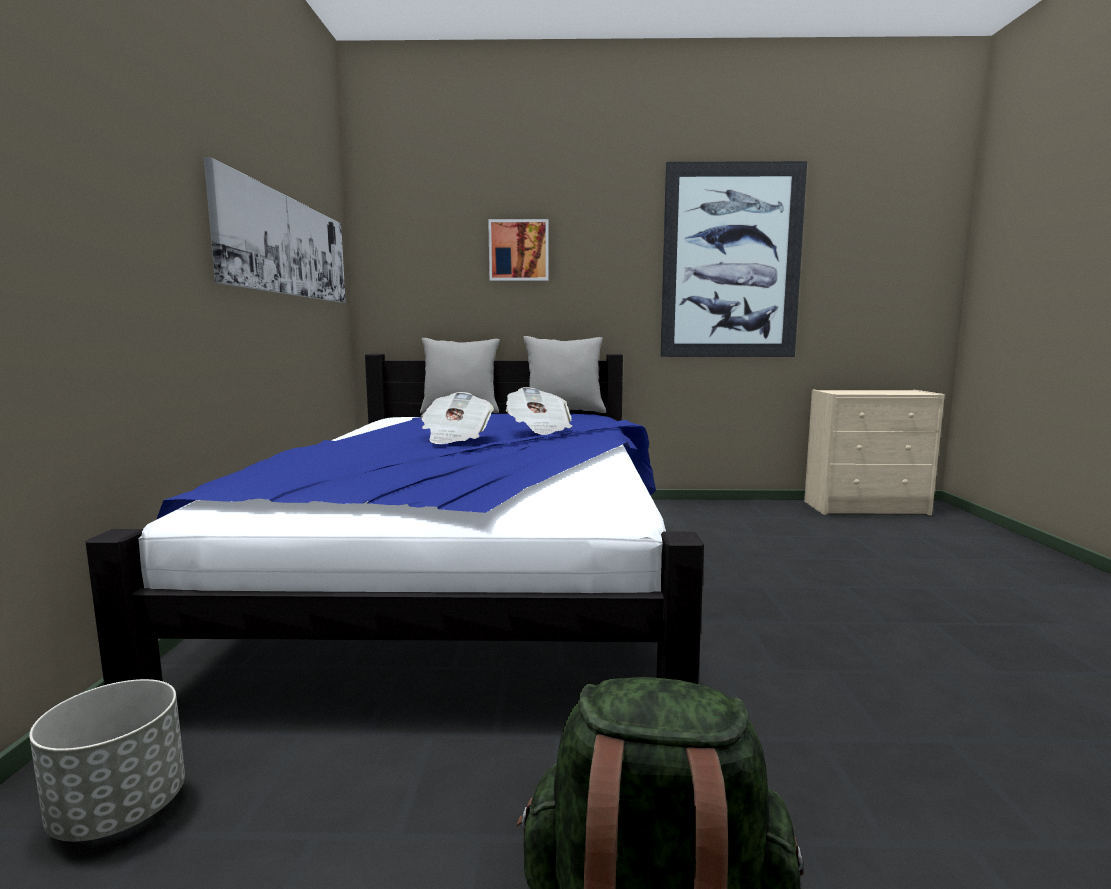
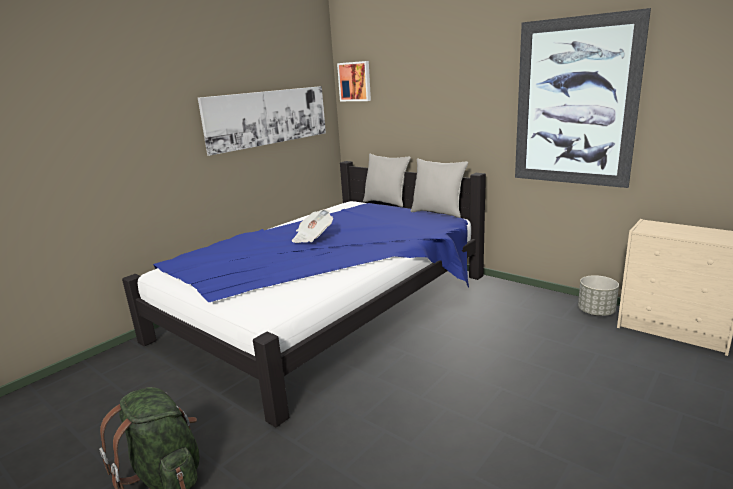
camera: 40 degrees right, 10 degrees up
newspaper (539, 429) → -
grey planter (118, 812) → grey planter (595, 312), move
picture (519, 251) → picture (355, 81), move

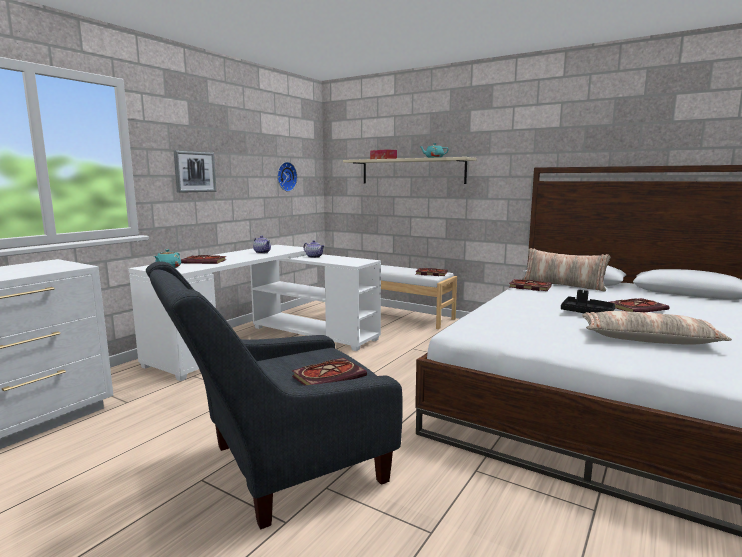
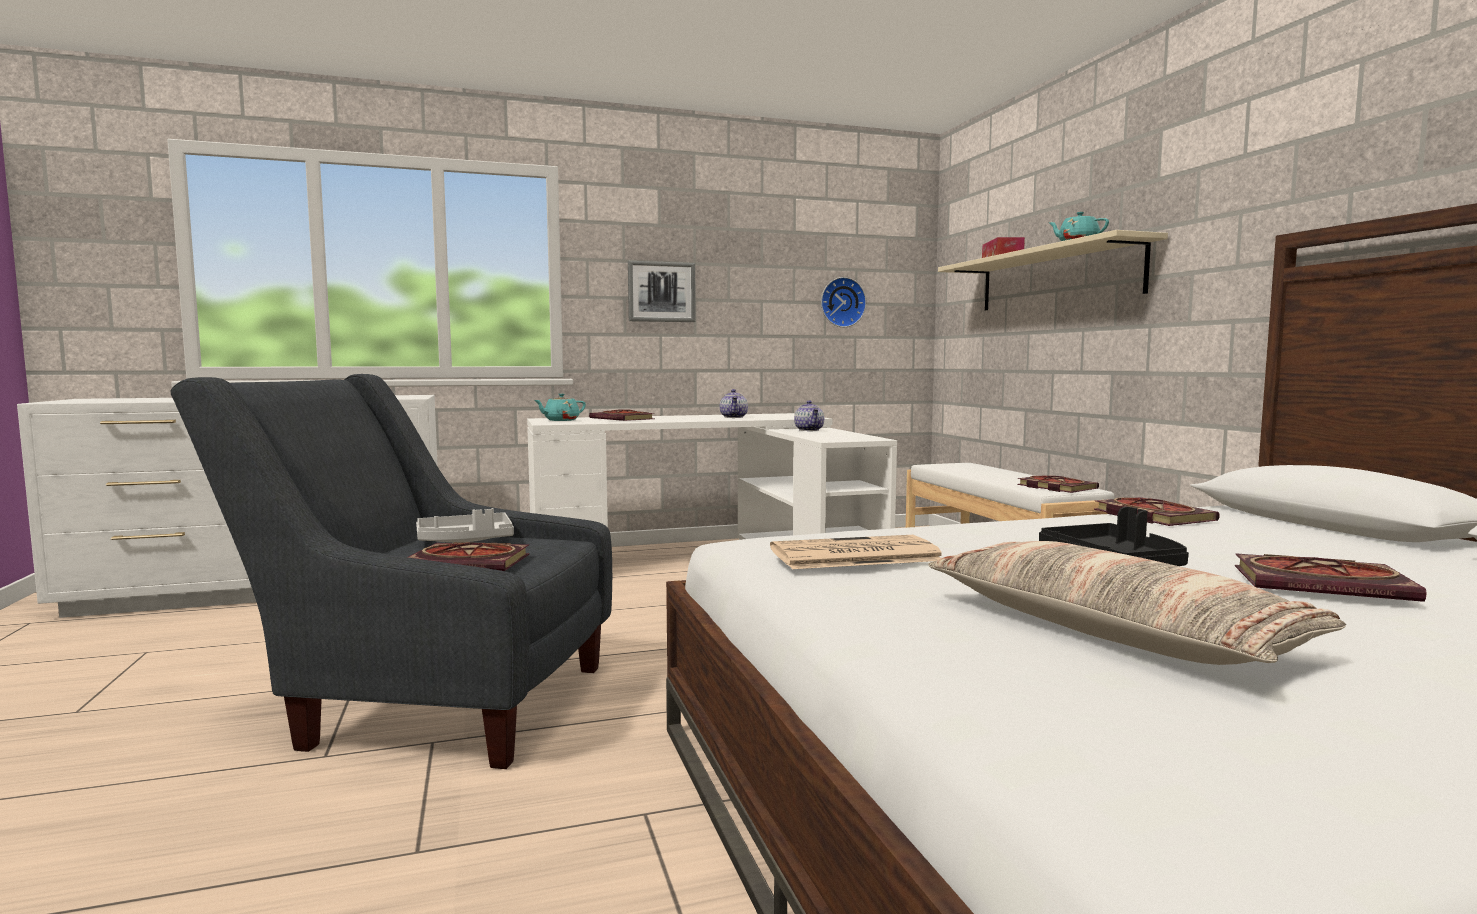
camera: 40 degrees right, 5 degrees down
pillow (563, 285) → -
- → grey tray (466, 541)
- → newspaper (852, 555)

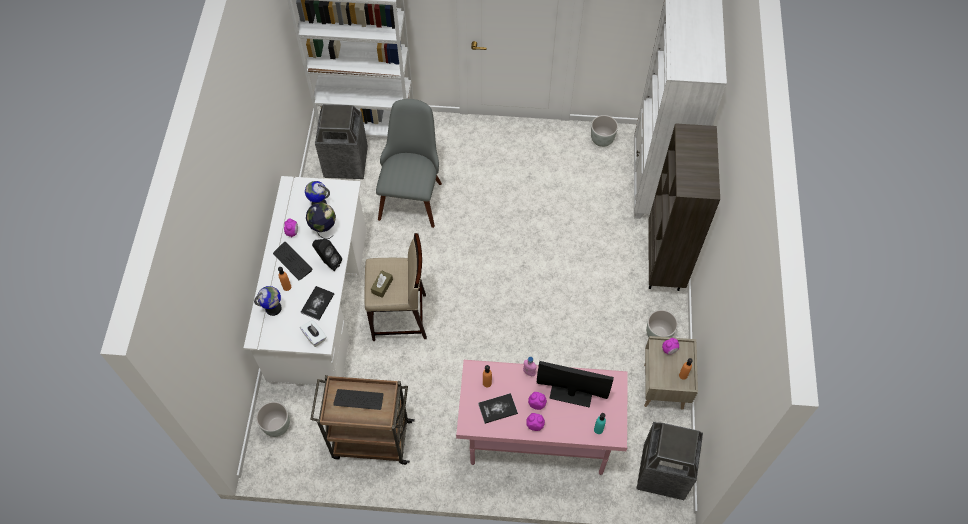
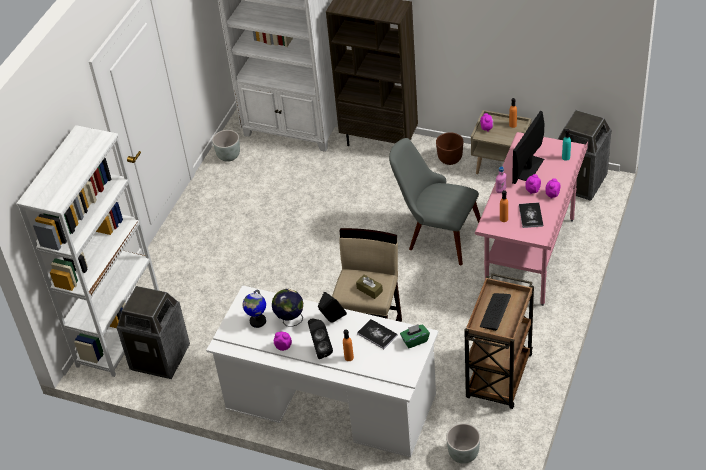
camera: 70 degrees left, 15 degrees down
globe (273, 308) → -
grey chair (412, 193) → grey chair (436, 235), move
keyboard (292, 261) → black speaker (320, 350)
white tissue box (315, 336) → green tissue box (415, 340)
grey planter (658, 334) → brown planter (450, 159)

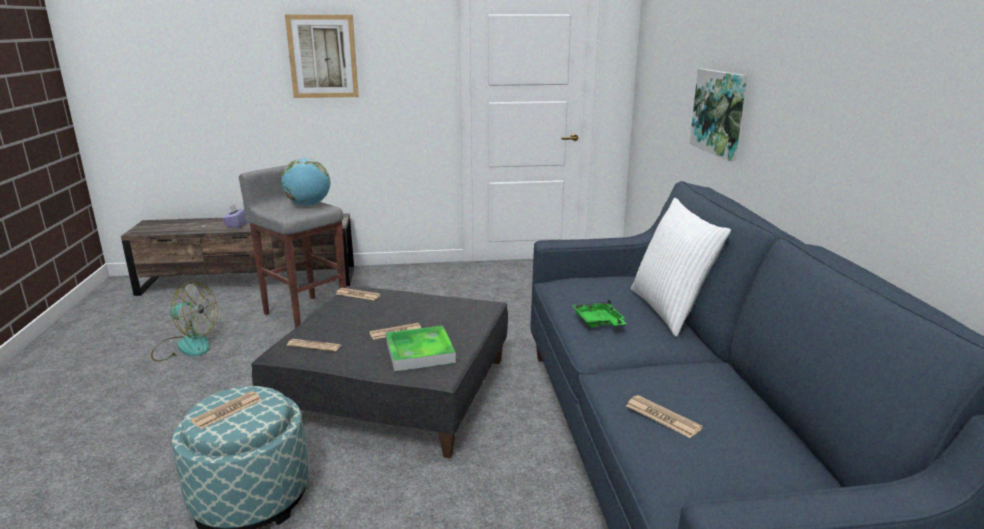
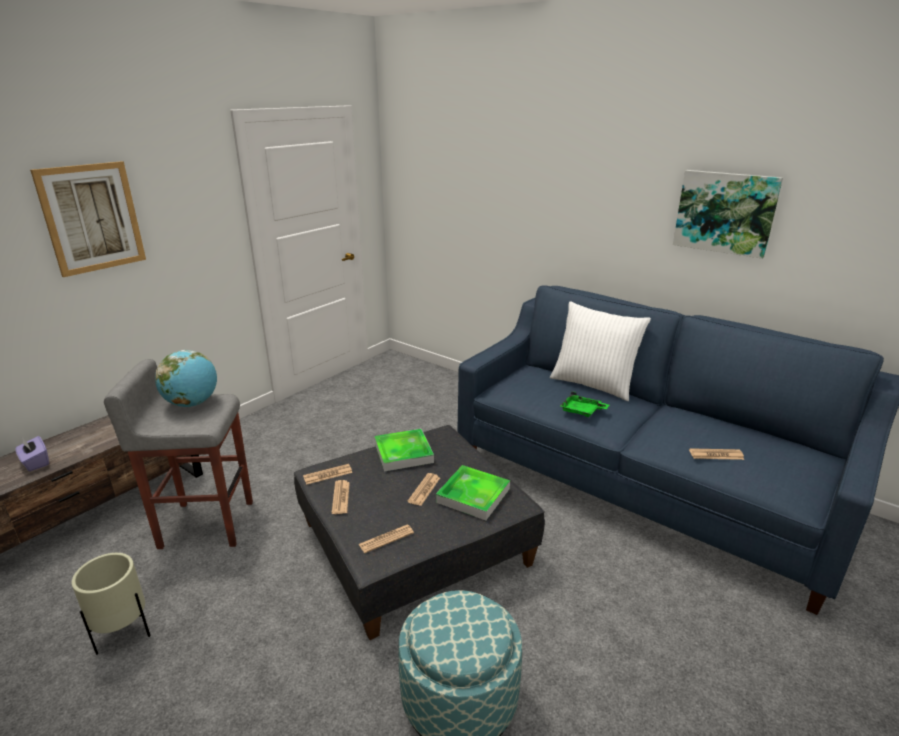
camera: 45 degrees left, 5 degrees up
- → tray (403, 453)
newspaper (227, 410) → newspaper (340, 497), move
picture (719, 112) → picture (725, 212), move
fan (185, 346) → beige planter (124, 635)

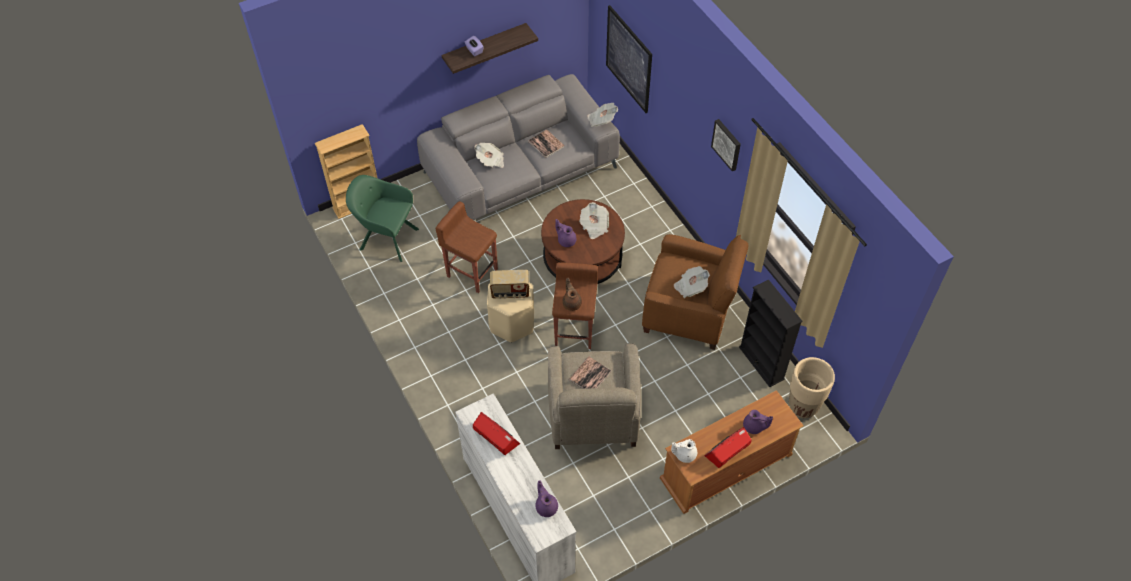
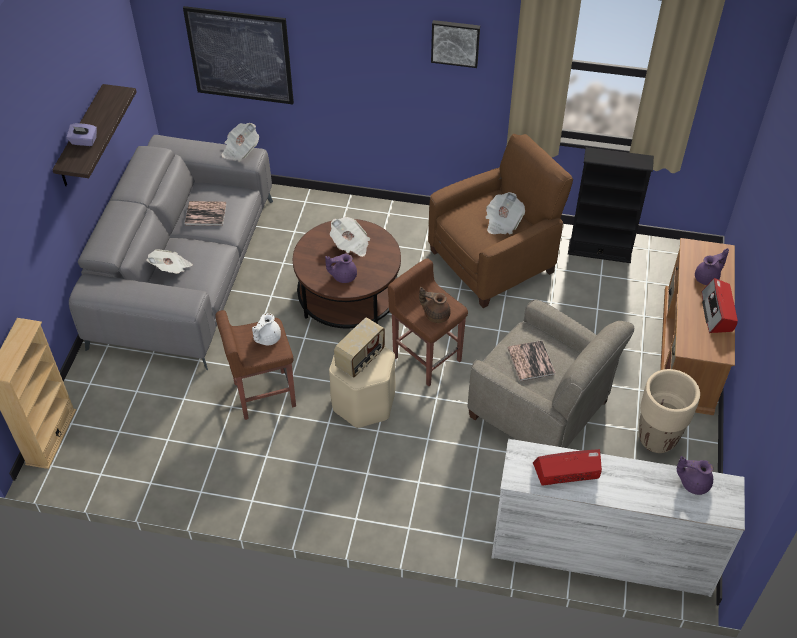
camera: 50 degrees left, 5 degrees down
green armchair (386, 238) → -
white teapot (684, 454) → white teapot (267, 338), move
beige planter (803, 406) → beige planter (657, 439), move

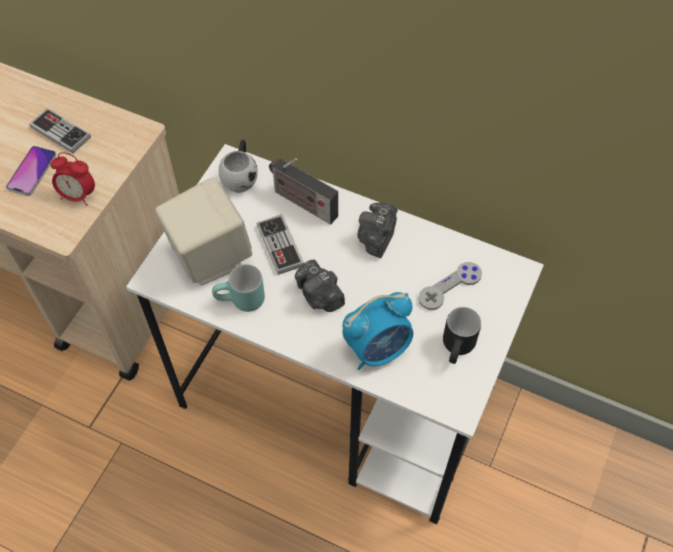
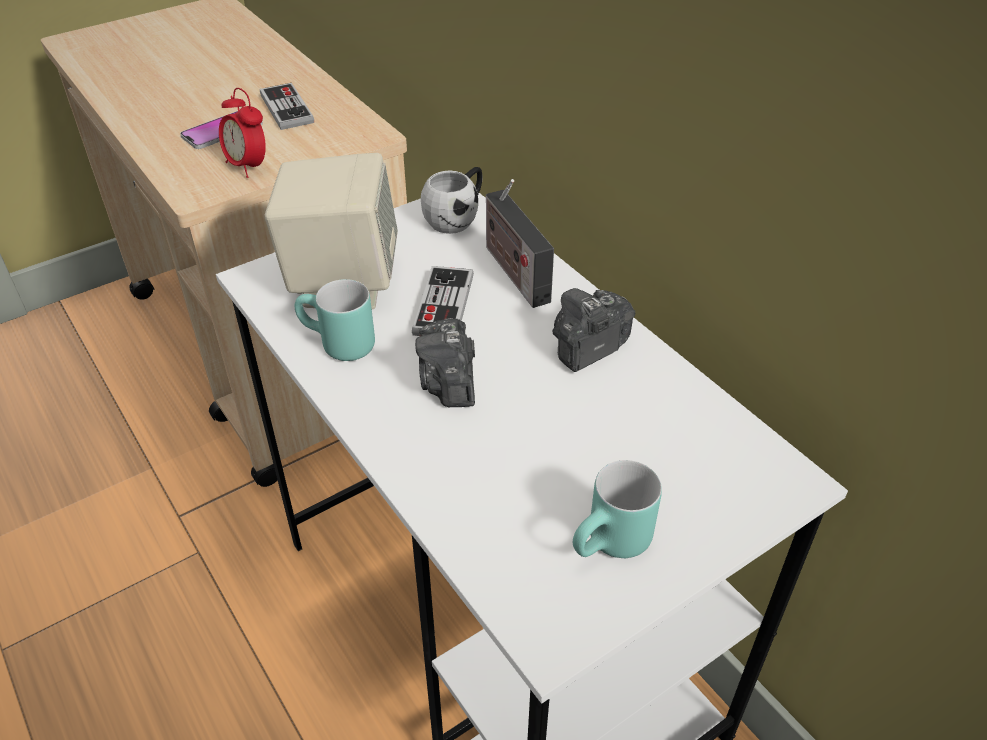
camera: 30 degrees right, 15 degrees down
alarm clock (378, 349) → -
grey game controller (450, 287) → -
black mug (459, 349) → turquoise mug (613, 547)

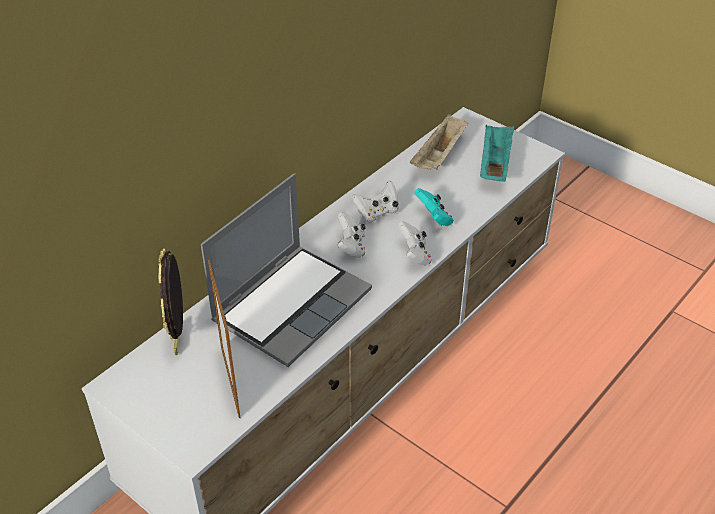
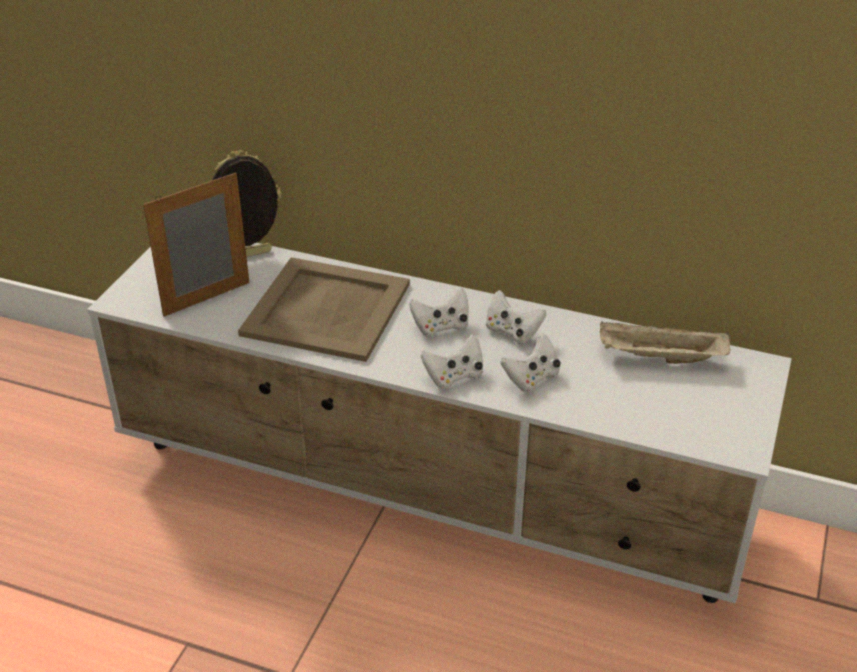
camera: 70 degrees right, 5 degrees down
turquoise tray (494, 164) → -
laptop (292, 304) → beige tray (328, 309)
turquoise game controller (434, 218) → white game controller (531, 378)

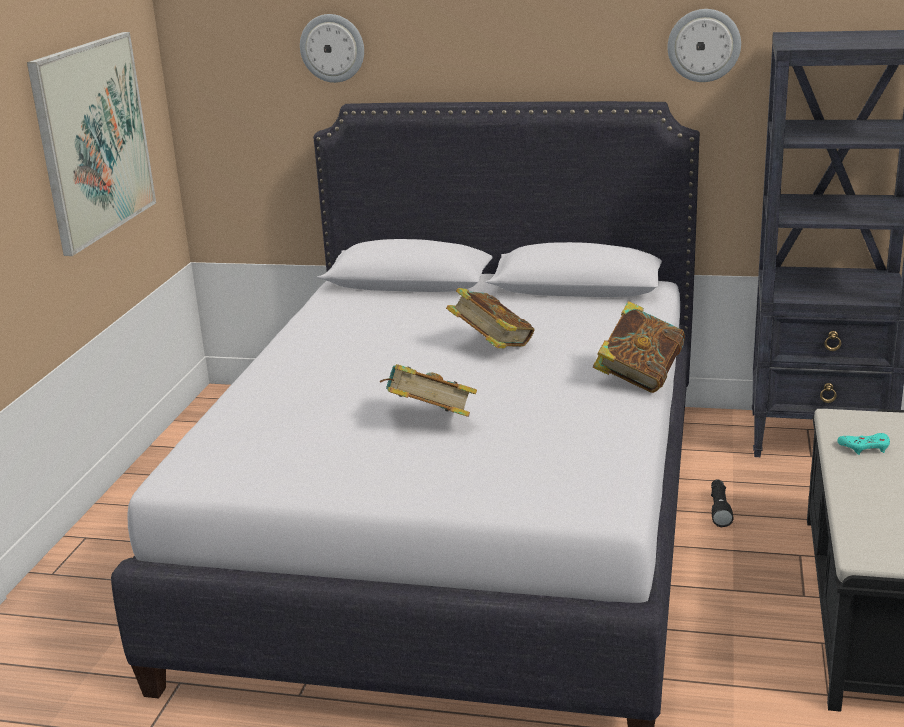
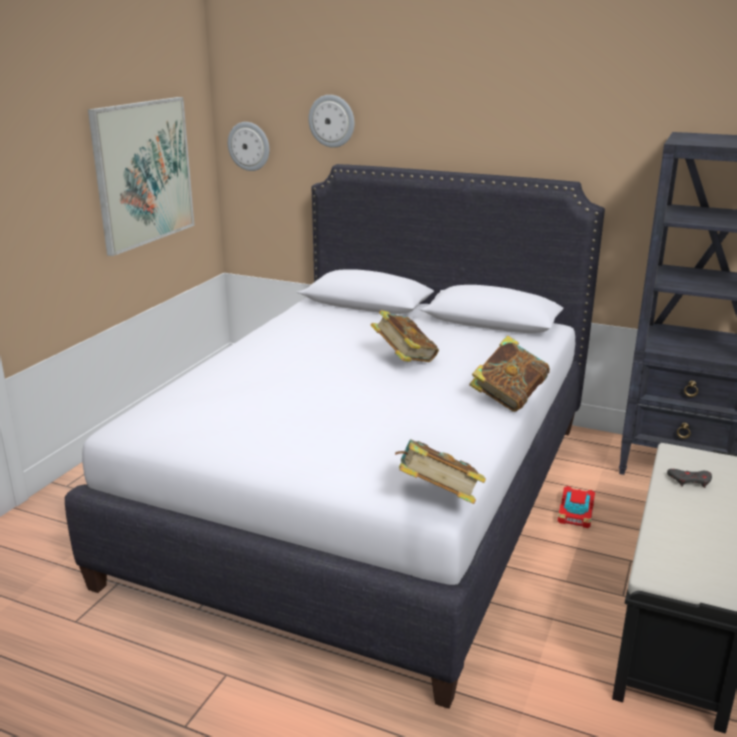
camera: 10 degrees right, 0 degrees up
book (429, 422) → book (437, 499), move
wall clock (704, 45) → wall clock (249, 146), move
black flashlight (719, 509) → toy car (576, 512)
turquoise game controller (865, 447) → grey game controller (690, 481)

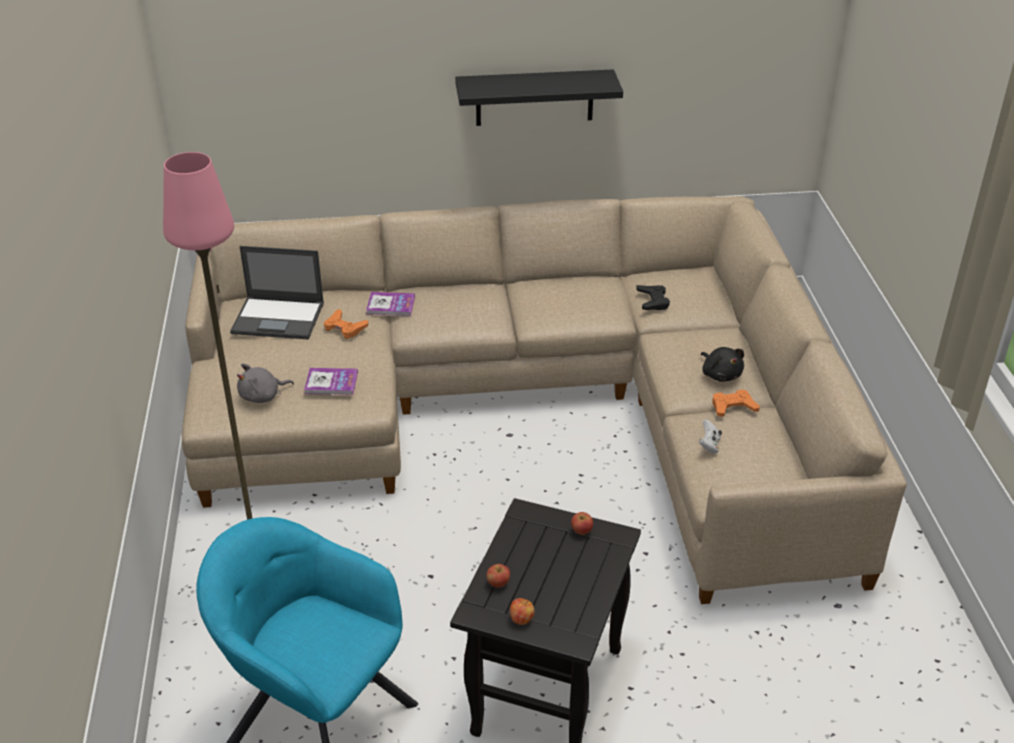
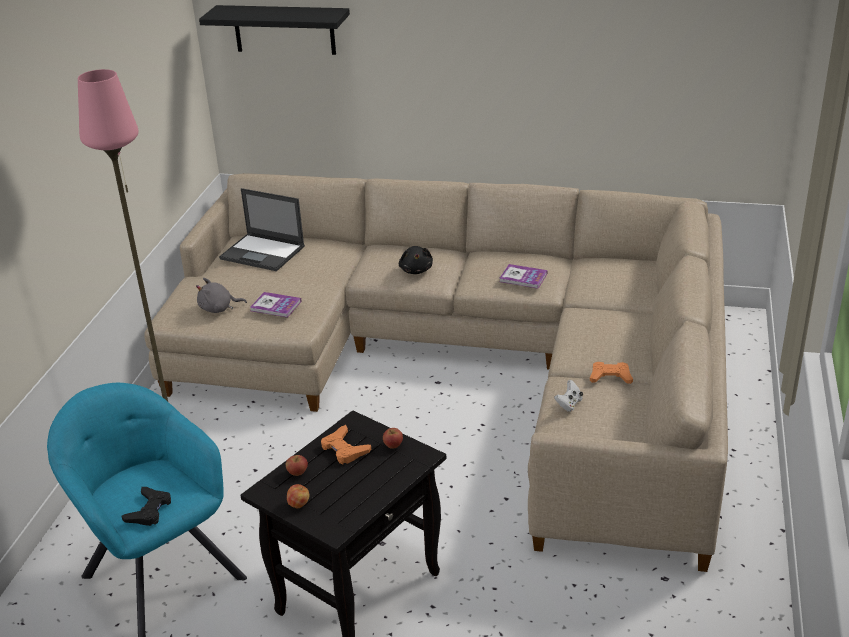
camera: 20 degrees right, 5 degrees down
orange game controller (344, 328) → orange game controller (344, 449), move
book (390, 305) → book (523, 277), move
black shelf (534, 97) → black shelf (284, 29), move
black game controller (653, 301) → black game controller (149, 510), move
black plush toy (720, 374) → black plush toy (416, 270), move

